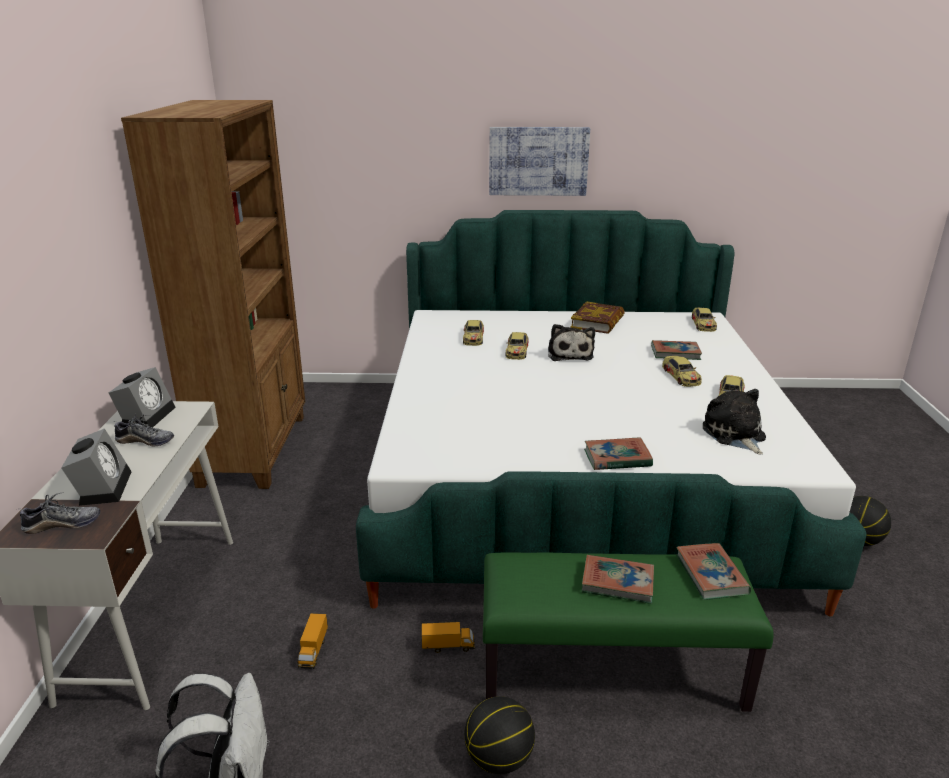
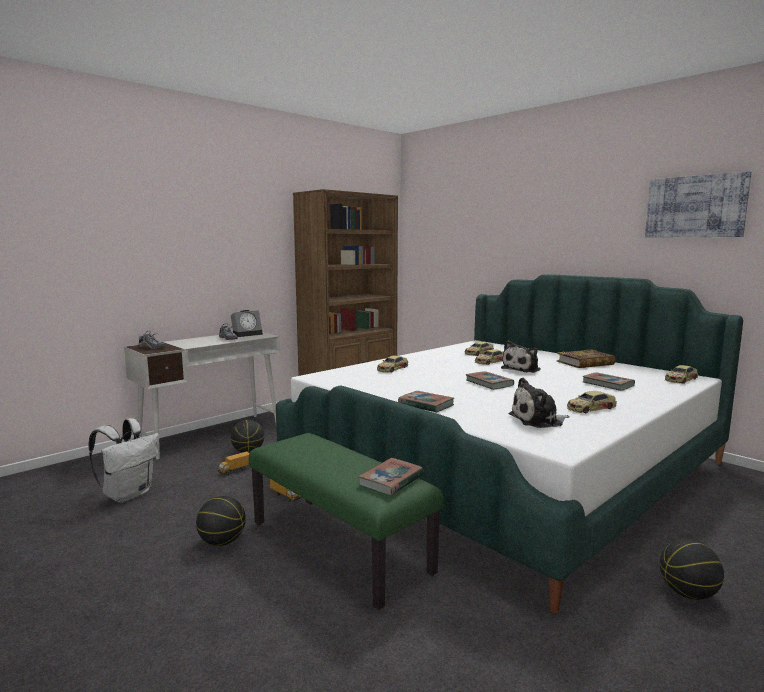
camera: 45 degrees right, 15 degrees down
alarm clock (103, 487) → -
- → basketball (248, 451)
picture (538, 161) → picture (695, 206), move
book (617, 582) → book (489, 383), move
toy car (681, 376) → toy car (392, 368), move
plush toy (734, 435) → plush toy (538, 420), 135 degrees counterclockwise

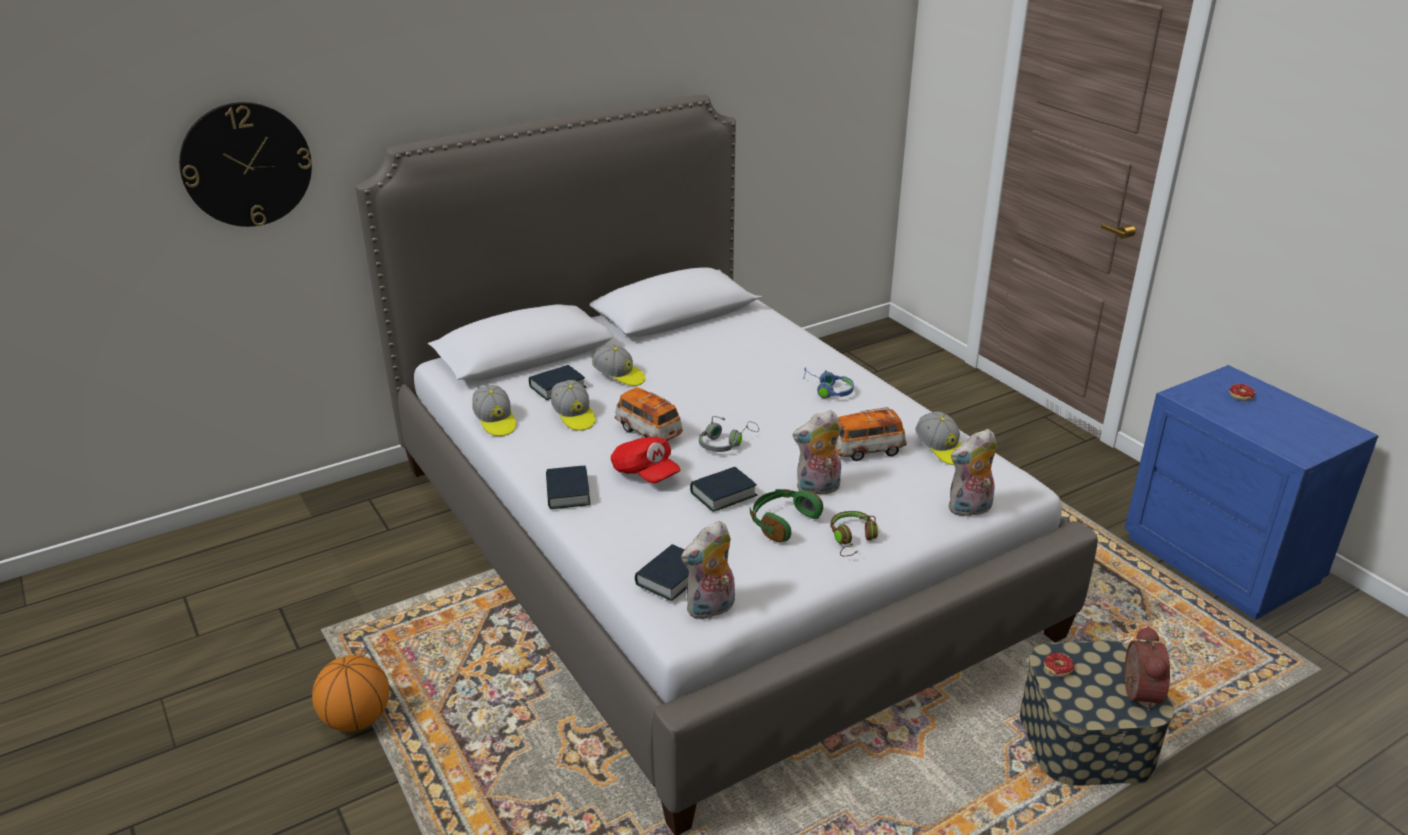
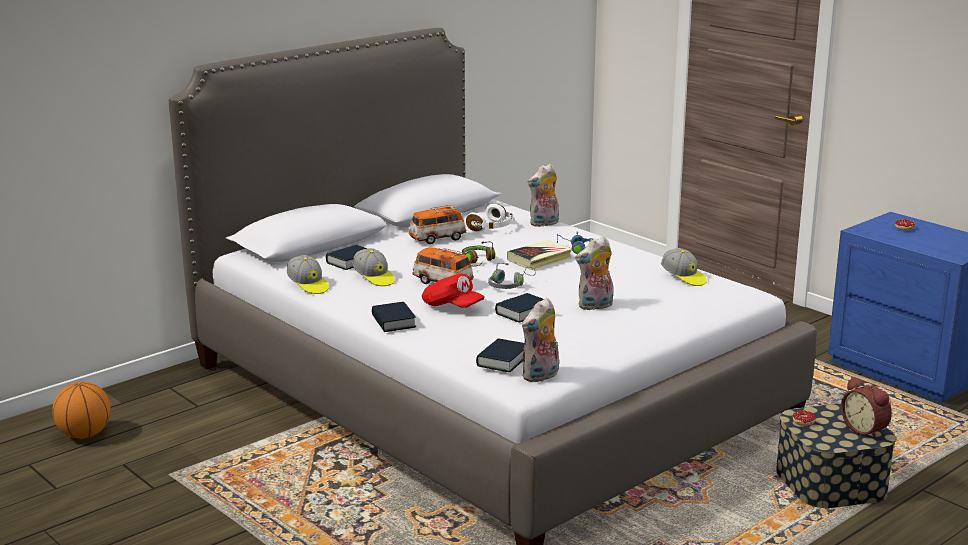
camera: 10 degrees left, 10 degrees down
wall clock (246, 164) → -
cap (619, 376) → -
green headphones (782, 522) → -
- → white headphones (492, 227)
- → book (540, 259)
basketball (357, 719) → basketball (85, 435), move
brown headphones (852, 539) → brown headphones (478, 261), move
toy car (866, 450) → toy car (437, 239), move
plush toy (969, 509) → plush toy (544, 224), move
alarm clock (1136, 693) → alarm clock (865, 430), 150 degrees clockwise

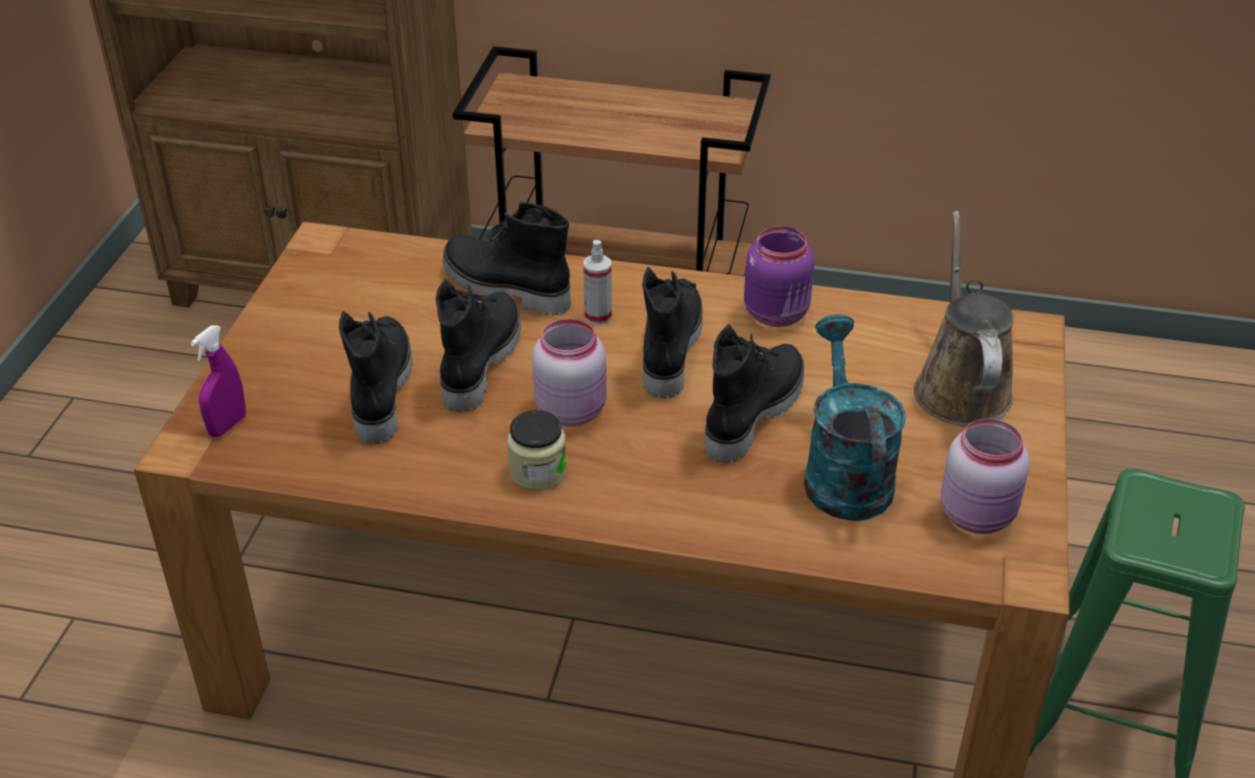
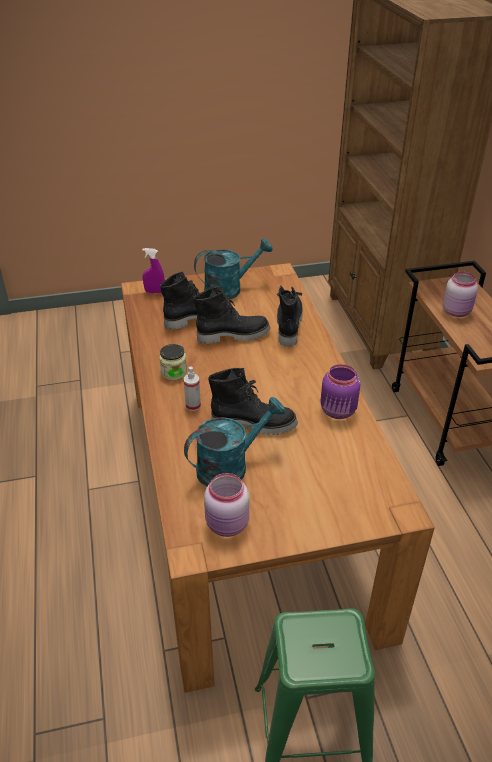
camera: 65 degrees right, 0 degrees up
black boot (668, 349) → -
brown watering can (960, 387) → -
- → turquoise watering can (229, 289)
pink jar (571, 409) → pink jar (457, 311), move
spray bottle (598, 316) → spray bottle (193, 406), move

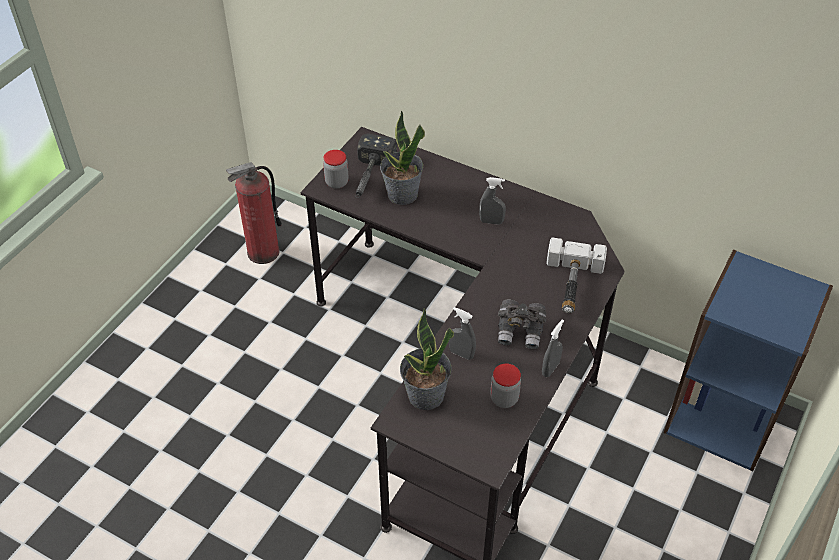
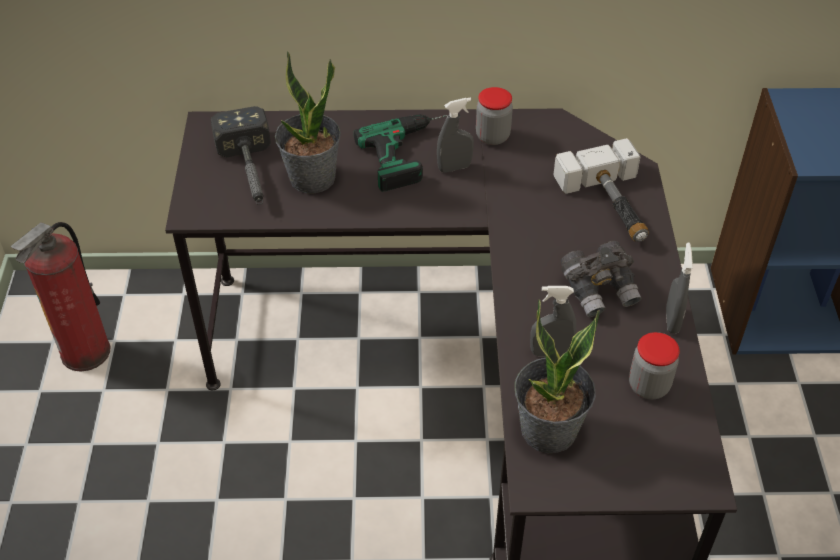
camera: 30 degrees left, 0 degrees up
- → power drill (412, 153)
jar (337, 182) → jar (492, 136), move

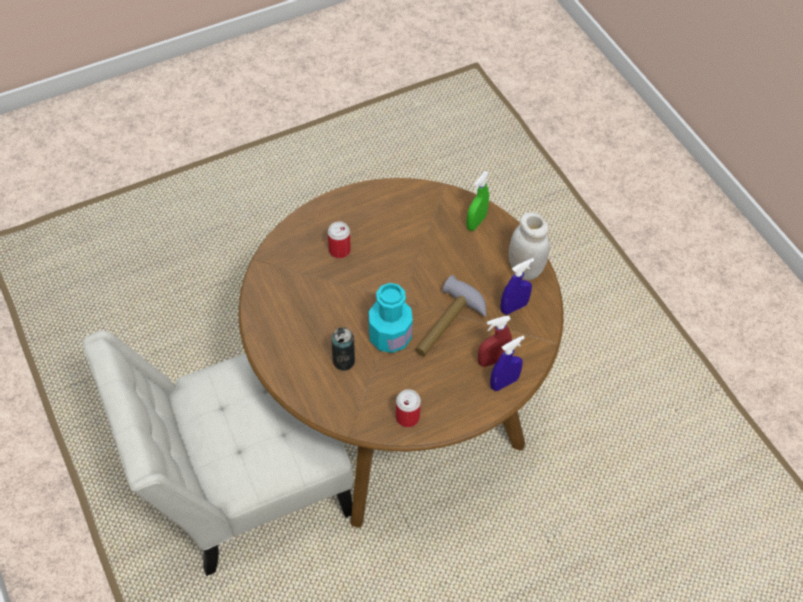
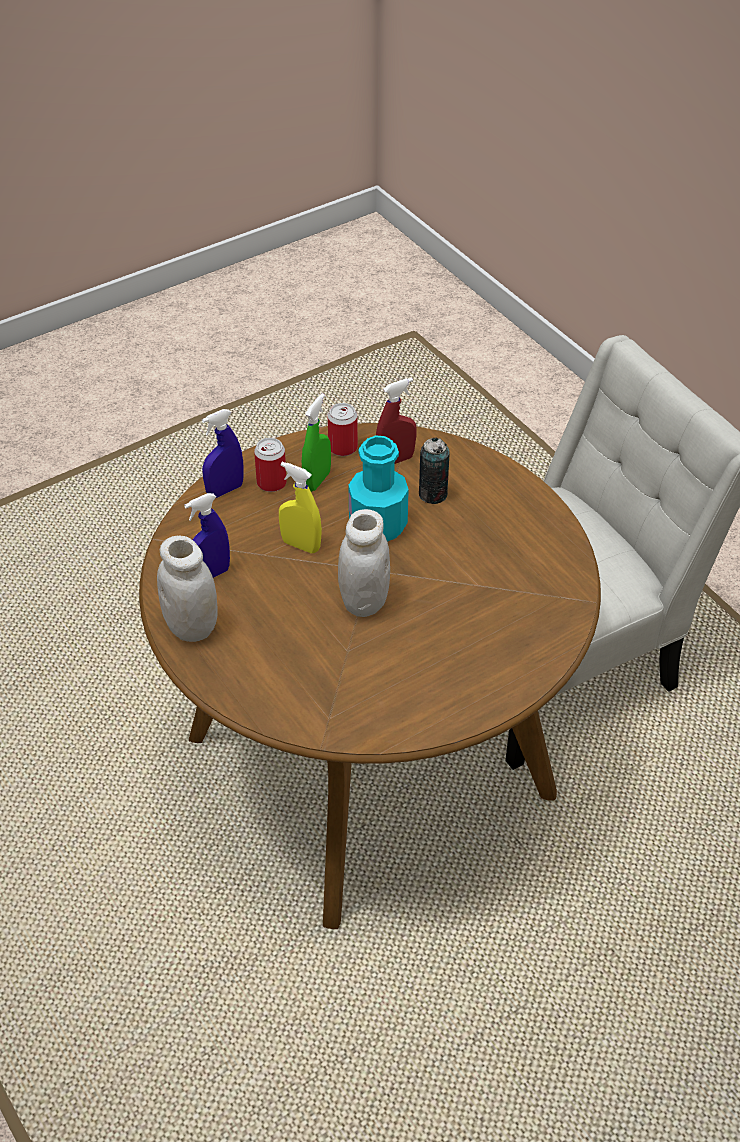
camera: 175 degrees right, 10 degrees down
- → white jar (364, 602)
can (339, 250) → can (271, 483), move
green spray bottle (476, 222) → green spray bottle (317, 481), move
red spray bottle (492, 360) → red spray bottle (395, 460), move
hammer (448, 325) → yellow spray bottle (301, 545)

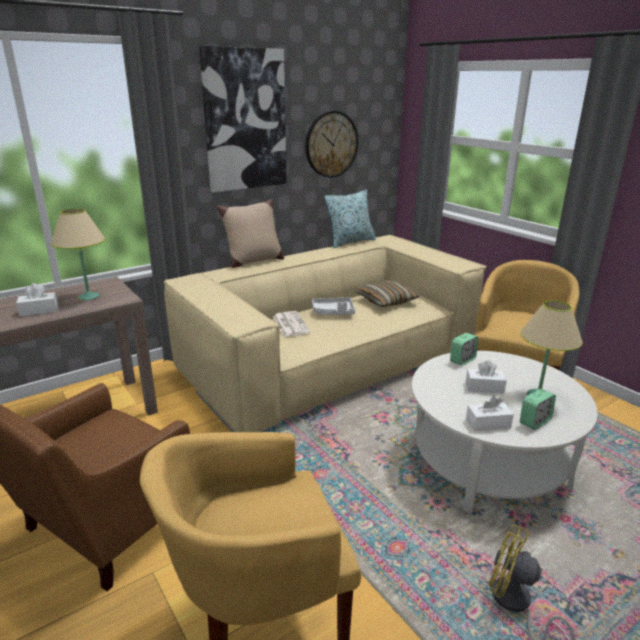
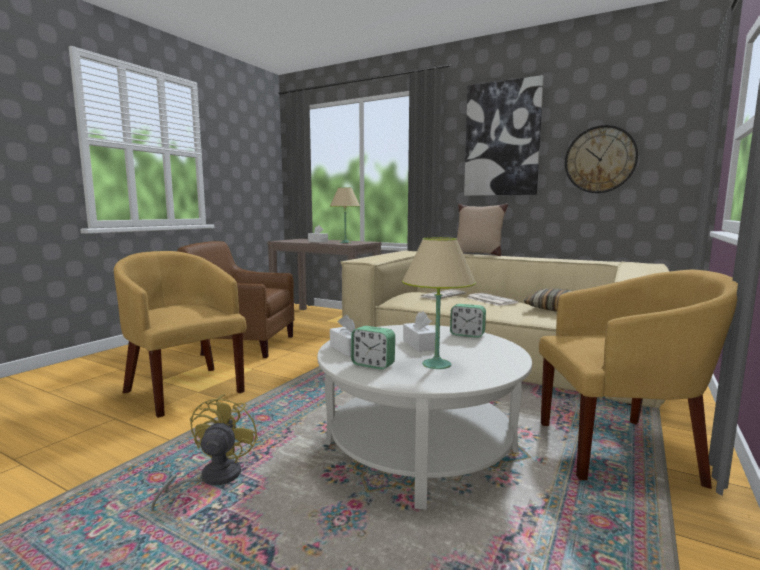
camera: 65 degrees right, 15 degrees down
pillow (350, 242) → -
grey tray (333, 312) → newspaper (490, 300)

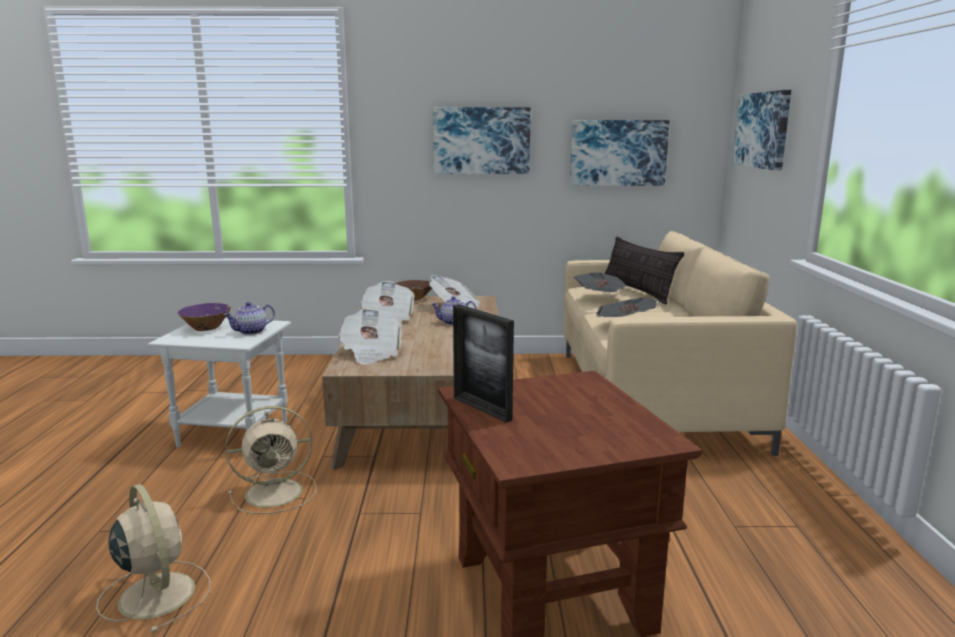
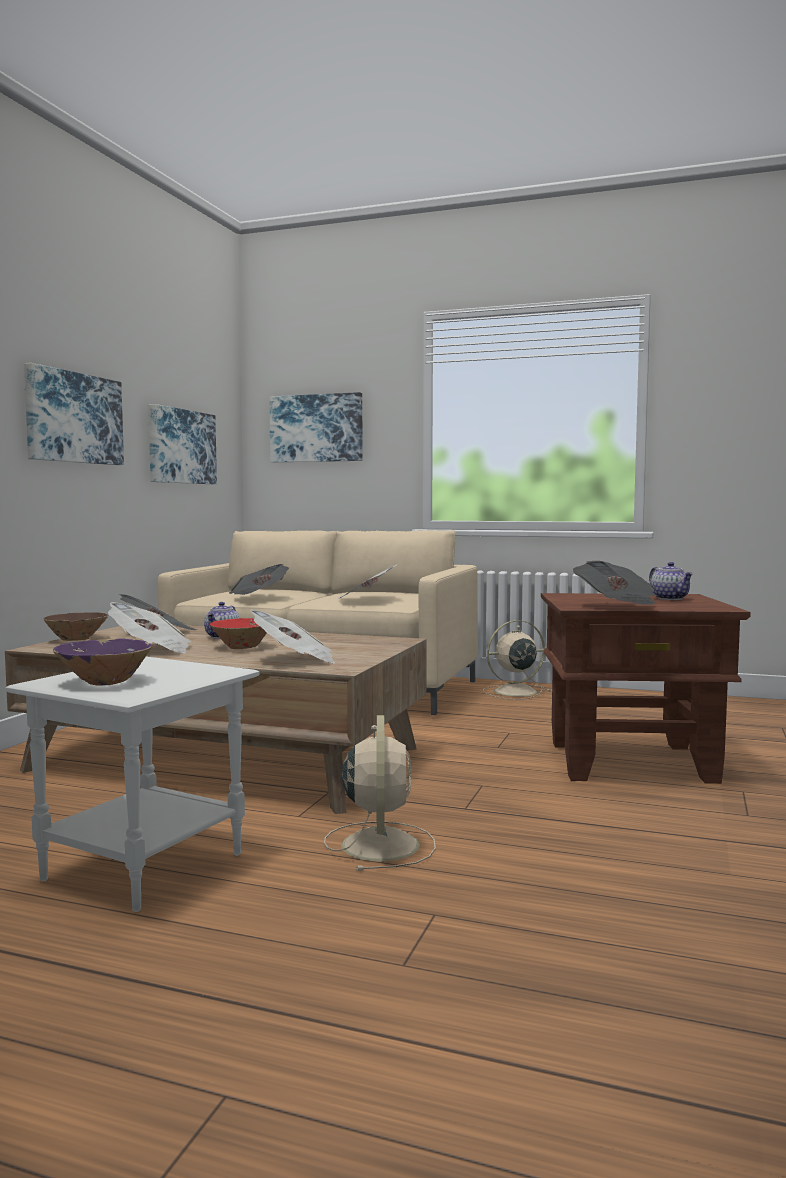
camera: 70 degrees left, 10 degrees down
pillow (637, 292) → -
- → red bowl (242, 647)
beige fan (156, 593) → beige fan (513, 692), move
teapot (251, 332) → teapot (670, 598), move
picture frame (482, 409) → newspaper (617, 607)

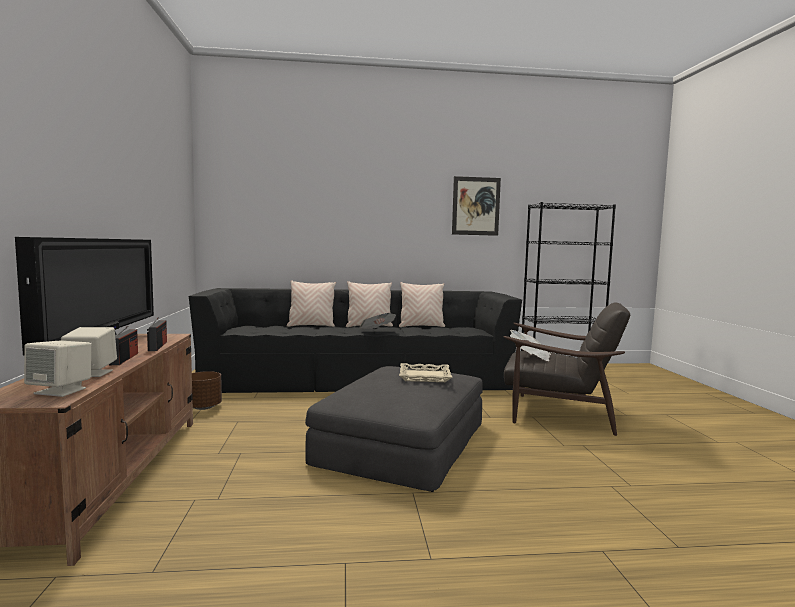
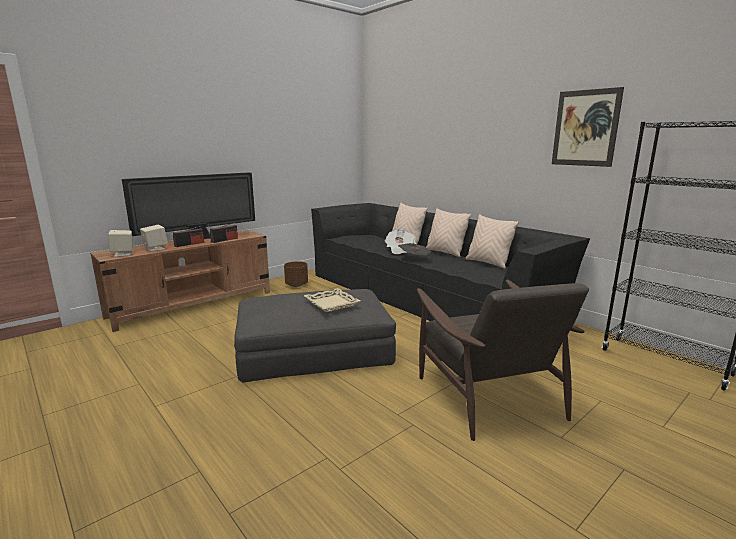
camera: 55 degrees right, 10 degrees up
newspaper (530, 357) → newspaper (399, 250), move

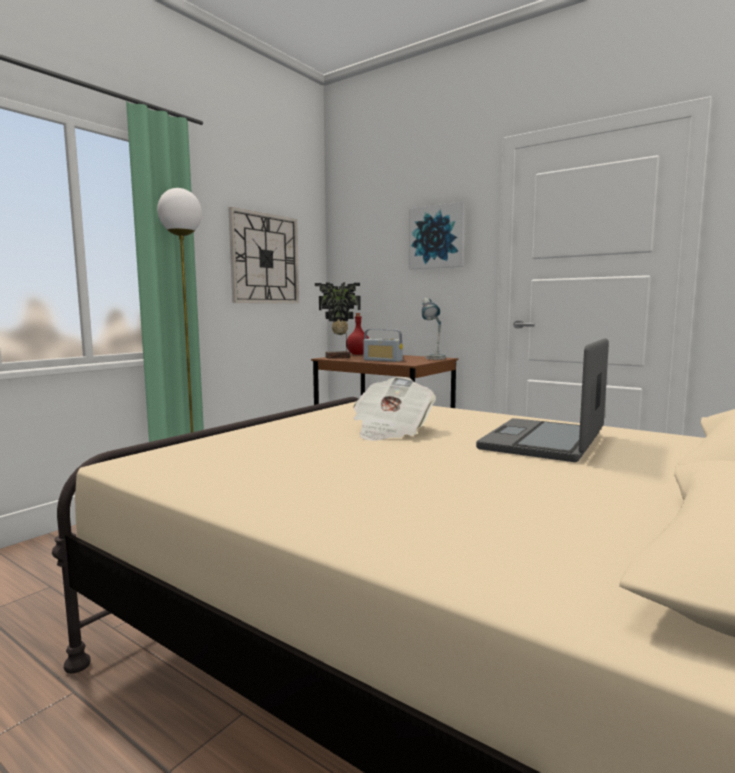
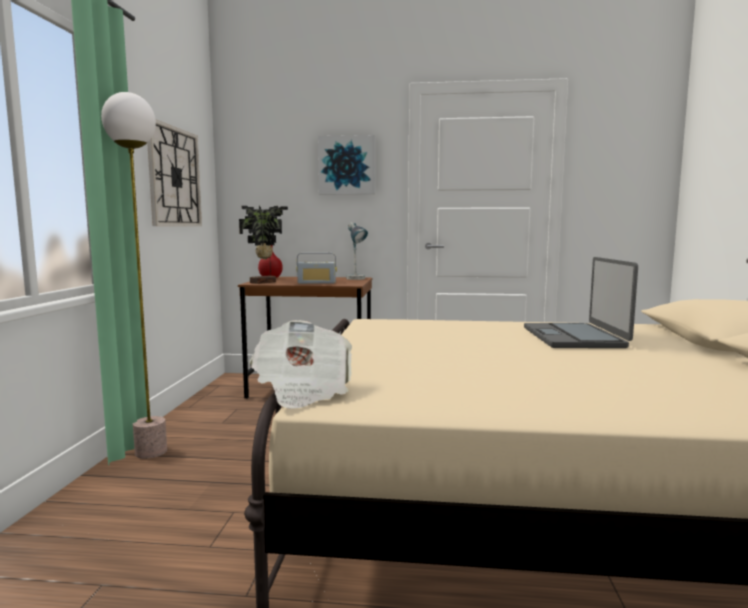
camera: 30 degrees left, 0 degrees up
newspaper (391, 431) → newspaper (303, 390), move

